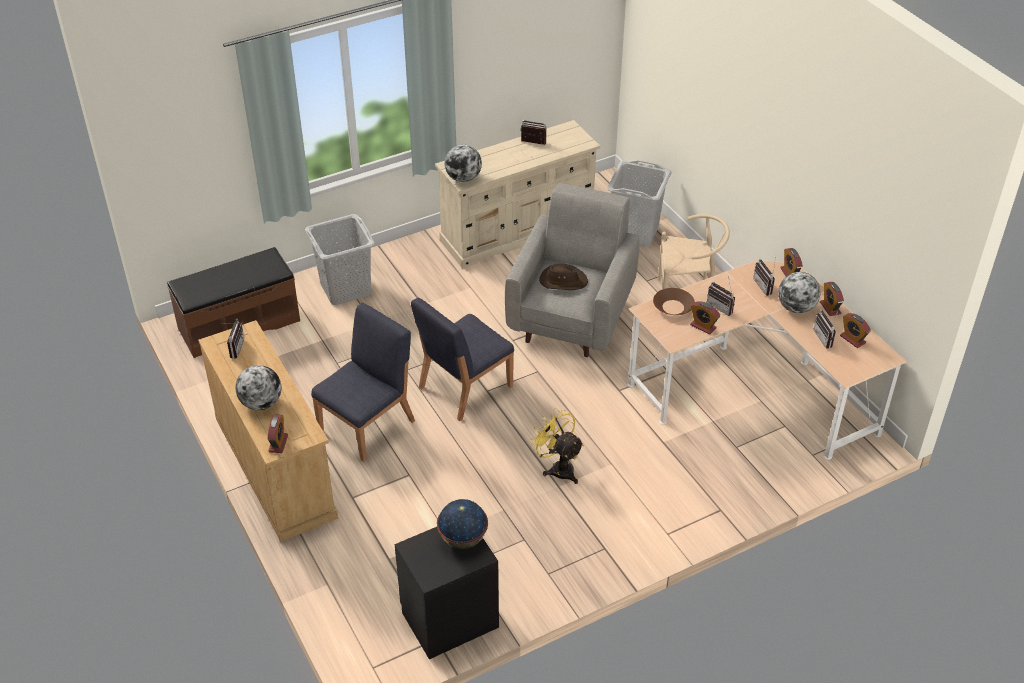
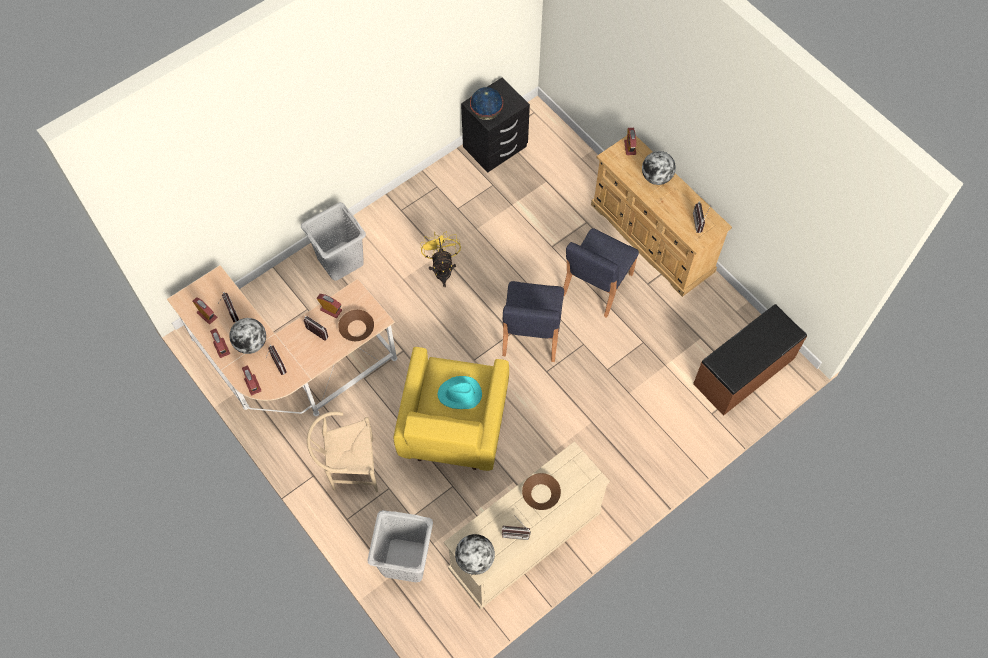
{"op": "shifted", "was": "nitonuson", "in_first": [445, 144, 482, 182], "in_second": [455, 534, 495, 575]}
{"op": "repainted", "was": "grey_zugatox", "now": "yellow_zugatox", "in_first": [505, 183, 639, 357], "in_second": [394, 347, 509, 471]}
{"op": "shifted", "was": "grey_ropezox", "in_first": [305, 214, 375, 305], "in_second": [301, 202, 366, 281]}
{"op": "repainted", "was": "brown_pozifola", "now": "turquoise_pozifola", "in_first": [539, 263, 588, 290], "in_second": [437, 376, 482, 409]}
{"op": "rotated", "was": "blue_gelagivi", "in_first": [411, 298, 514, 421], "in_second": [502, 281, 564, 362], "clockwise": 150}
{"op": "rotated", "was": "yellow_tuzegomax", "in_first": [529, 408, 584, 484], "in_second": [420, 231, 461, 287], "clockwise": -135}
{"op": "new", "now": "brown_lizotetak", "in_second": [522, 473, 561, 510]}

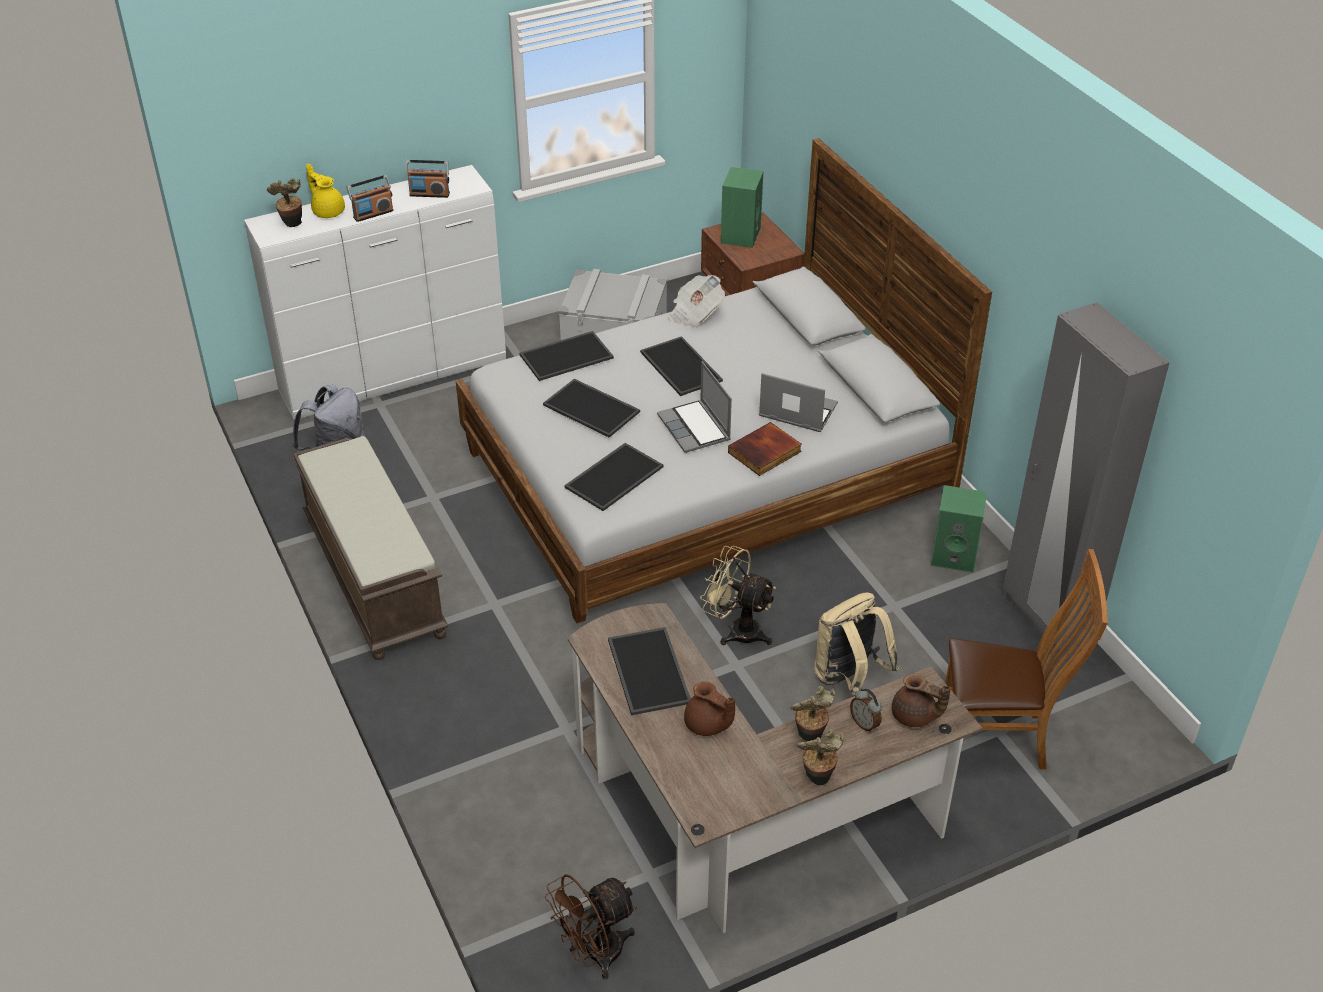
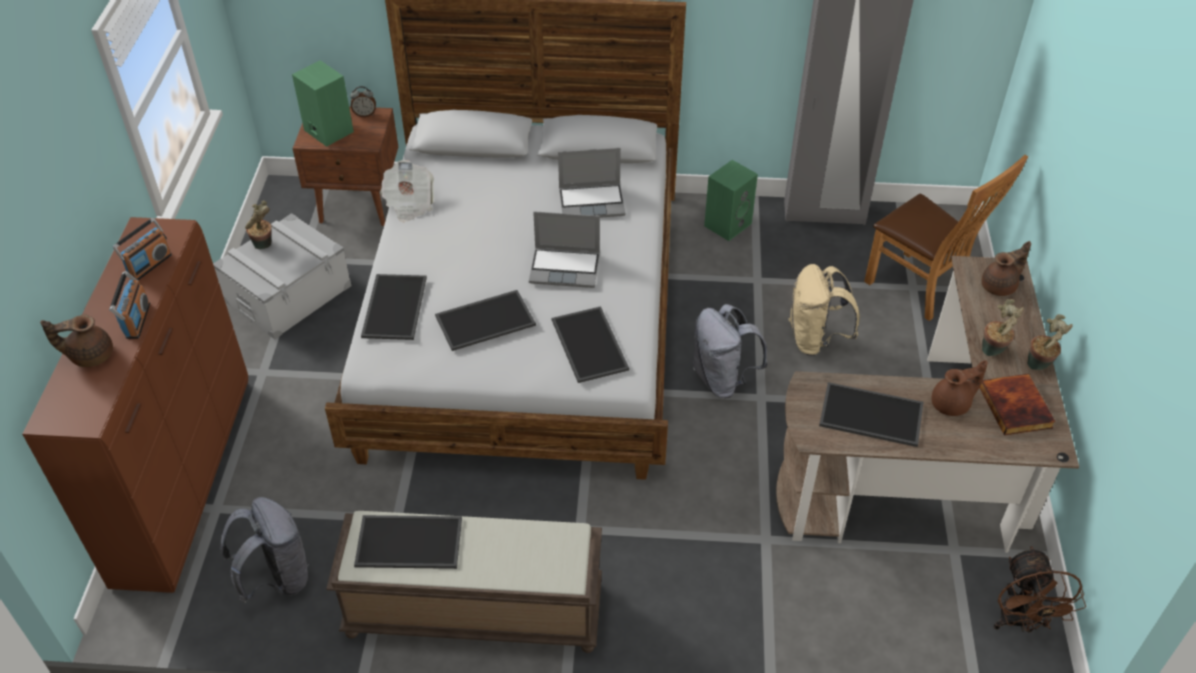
{"op": "repainted", "was": "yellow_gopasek", "now": "brown_gopasek", "in_first": [306, 164, 345, 218], "in_second": [40, 315, 113, 367]}
{"op": "repainted", "was": "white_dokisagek", "now": "brown_dokisagek", "in_first": [244, 165, 506, 420], "in_second": [22, 217, 248, 593]}
{"op": "shifted", "was": "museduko", "in_first": [267, 178, 302, 227], "in_second": [245, 201, 272, 249]}
{"op": "shifted", "was": "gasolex", "in_first": [640, 336, 723, 396], "in_second": [354, 515, 462, 569]}
{"op": "rotated", "was": "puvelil", "in_first": [759, 373, 838, 432], "in_second": [558, 148, 625, 218], "clockwise": -150}
{"op": "shifted", "was": "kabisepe", "in_first": [728, 422, 802, 476], "in_second": [980, 374, 1056, 435]}
{"op": "swapped", "was": "beige_tuzegomax", "now": "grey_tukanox", "in_first": [700, 546, 776, 645], "in_second": [693, 304, 768, 398]}
{"op": "rotated", "was": "brown_gelagivi", "in_first": [945, 549, 1108, 769], "in_second": [864, 155, 1028, 321], "clockwise": 105}
{"op": "shifted", "was": "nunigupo", "in_first": [850, 688, 882, 732], "in_second": [350, 86, 376, 117]}

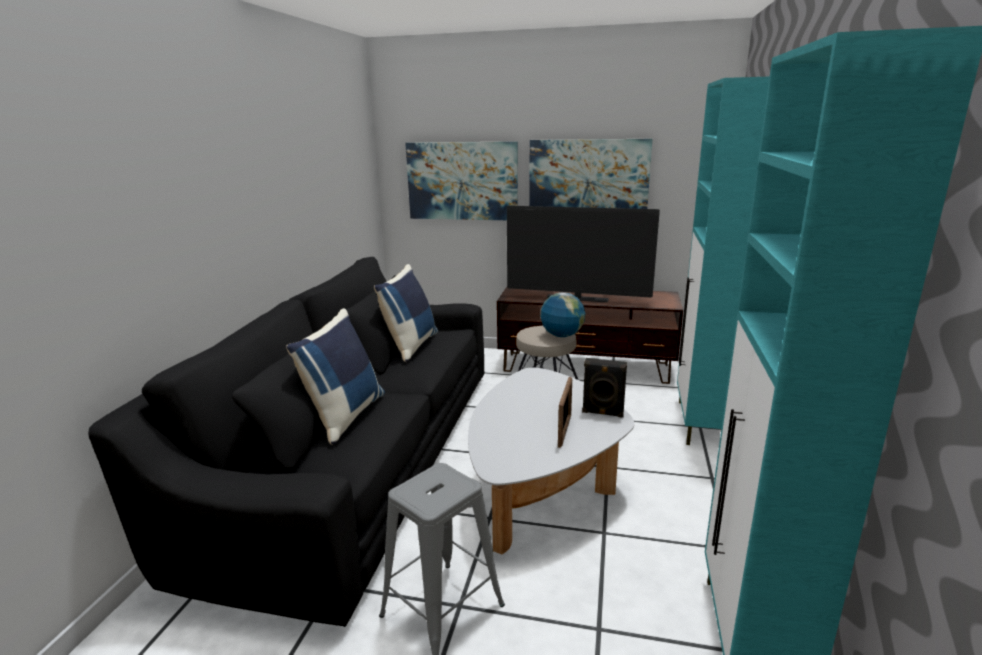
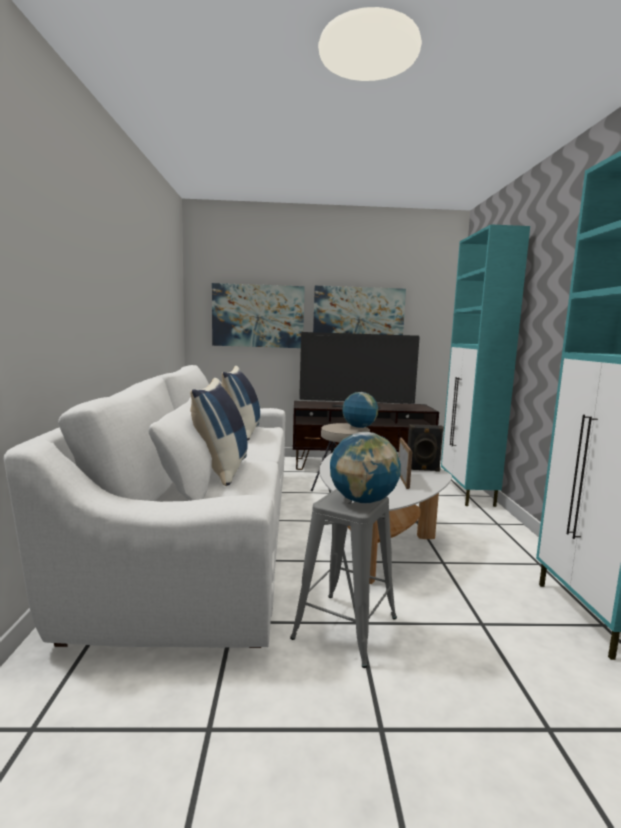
{"op": "repainted", "was": "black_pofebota", "now": "white_pofebota", "in_first": [88, 257, 484, 627], "in_second": [4, 365, 286, 648]}
{"op": "new", "now": "nitonuson", "in_second": [330, 432, 401, 504]}

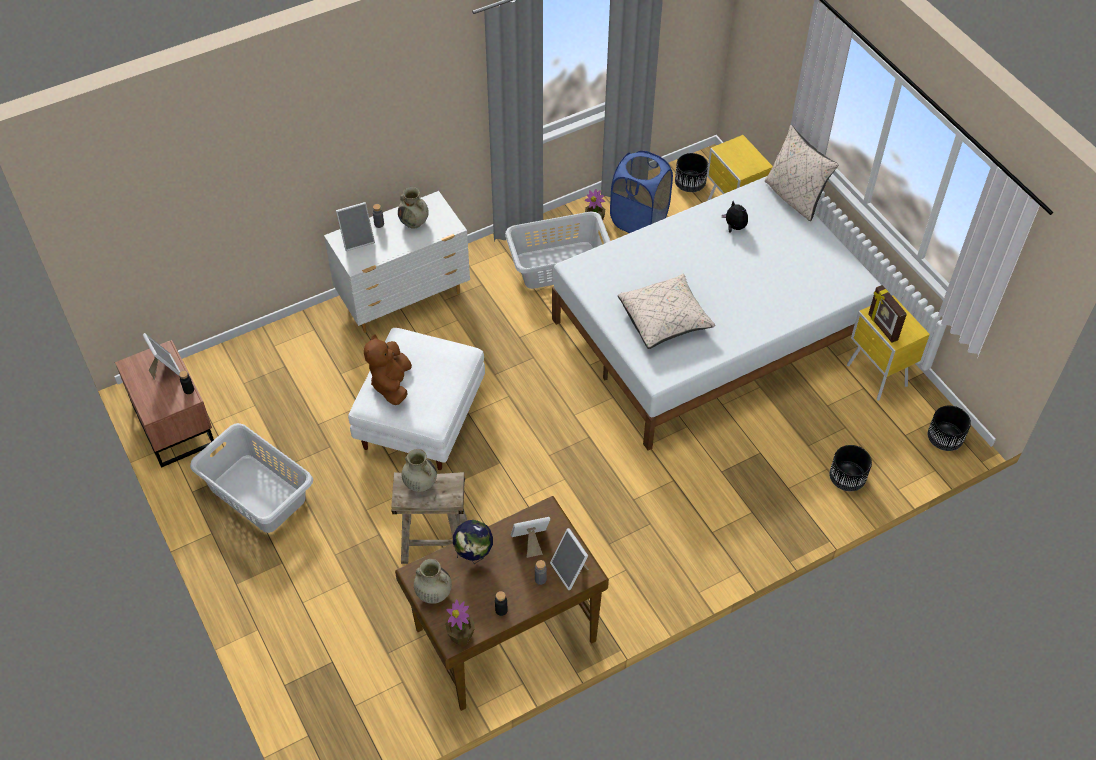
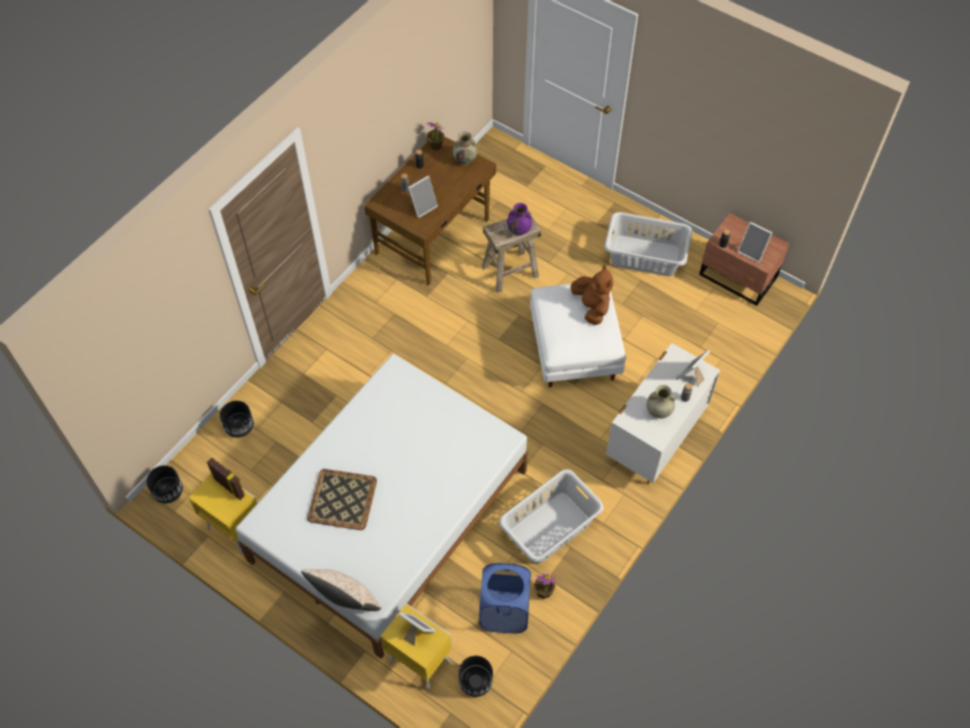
{"op": "gone", "was": "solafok", "in_first": [722, 201, 748, 233]}
{"op": "gone", "was": "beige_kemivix", "in_first": [618, 274, 715, 349]}
{"op": "repainted", "was": "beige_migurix", "now": "purple_migurix", "in_first": [402, 449, 437, 492], "in_second": [507, 203, 532, 236]}
{"op": "gone", "was": "nitonuson", "in_first": [453, 520, 493, 564]}
{"op": "shifted", "was": "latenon", "in_first": [550, 528, 589, 590], "in_second": [399, 612, 436, 646]}
{"op": "new", "now": "gasolex", "in_second": [307, 469, 377, 530]}

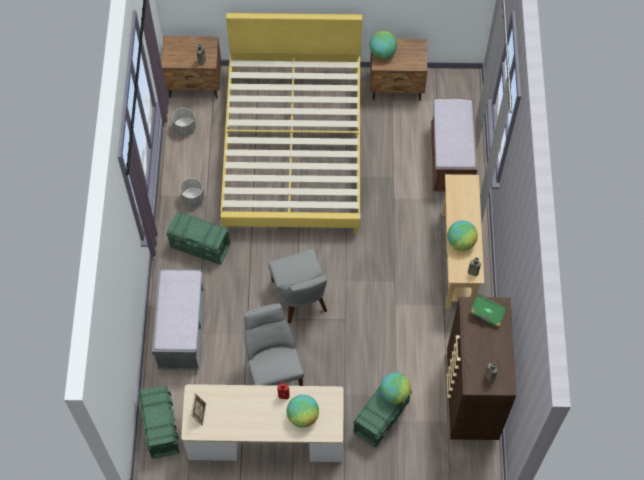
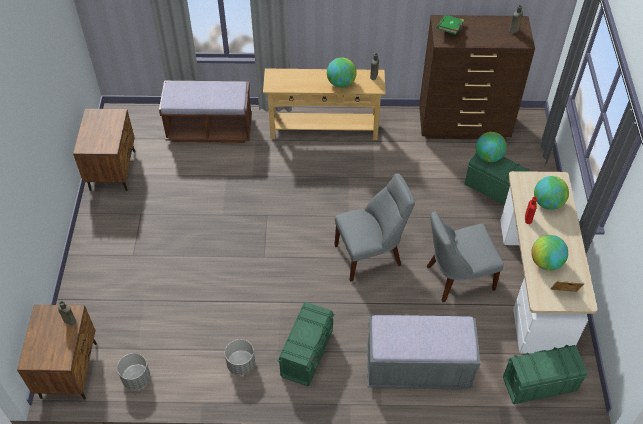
{"op": "gone", "was": "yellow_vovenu", "in_first": [220, 13, 362, 234]}
{"op": "shifted", "was": "nitonuson", "in_first": [370, 31, 397, 59], "in_second": [531, 235, 568, 270]}

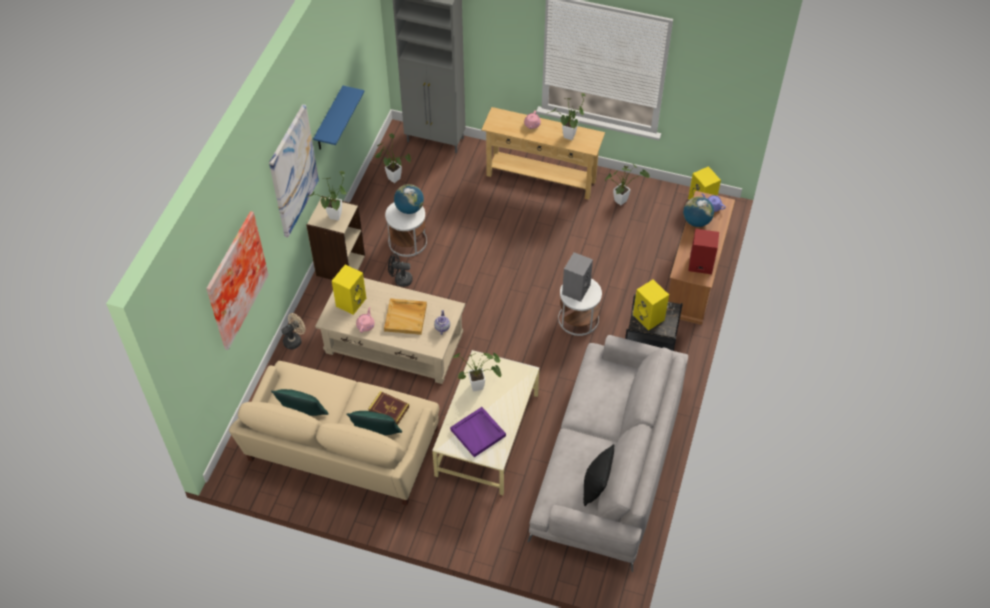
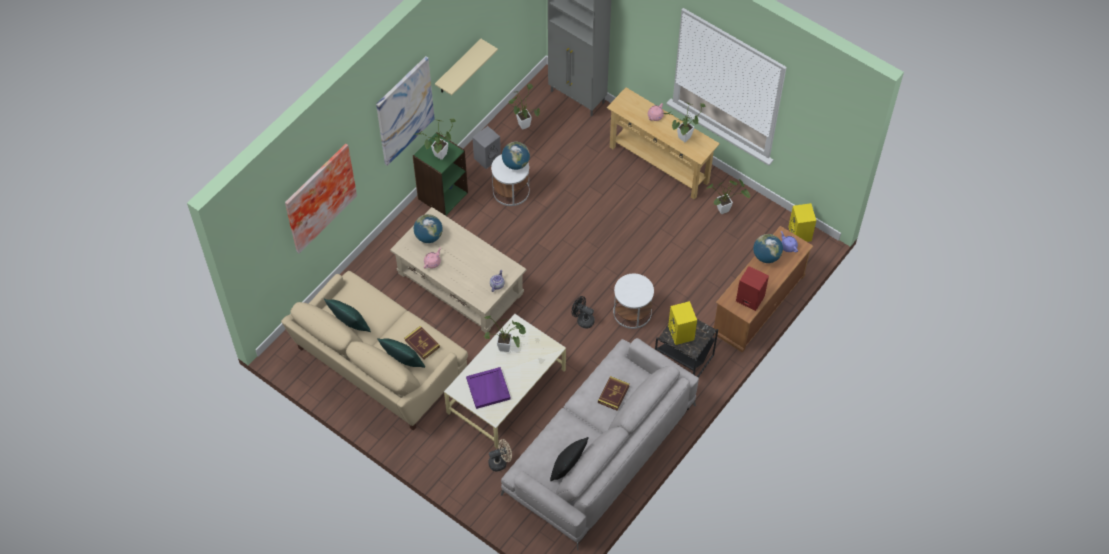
{"op": "repainted", "was": "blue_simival", "now": "beige_simival", "in_first": [313, 86, 364, 149], "in_second": [435, 39, 498, 95]}
{"op": "repainted", "was": "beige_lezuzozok", "now": "green_lezuzozok", "in_first": [306, 196, 365, 280], "in_second": [413, 132, 468, 216]}
{"op": "shifted", "was": "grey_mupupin", "in_first": [562, 252, 593, 302], "in_second": [472, 126, 501, 169]}
{"op": "shifted", "was": "black_tuzegomax", "in_first": [388, 253, 413, 287], "in_second": [572, 296, 595, 329]}
{"op": "swapped", "was": "yellow_mupupin", "now": "nitonuson", "in_first": [332, 265, 366, 315], "in_second": [414, 214, 443, 243]}
{"op": "gone", "was": "beige_gasolex", "in_first": [384, 298, 427, 335]}
{"op": "shifted", "was": "beige_tuzegomax", "in_first": [281, 313, 305, 349], "in_second": [488, 439, 512, 471]}
{"op": "new", "now": "kabisepe", "in_second": [598, 376, 630, 411]}

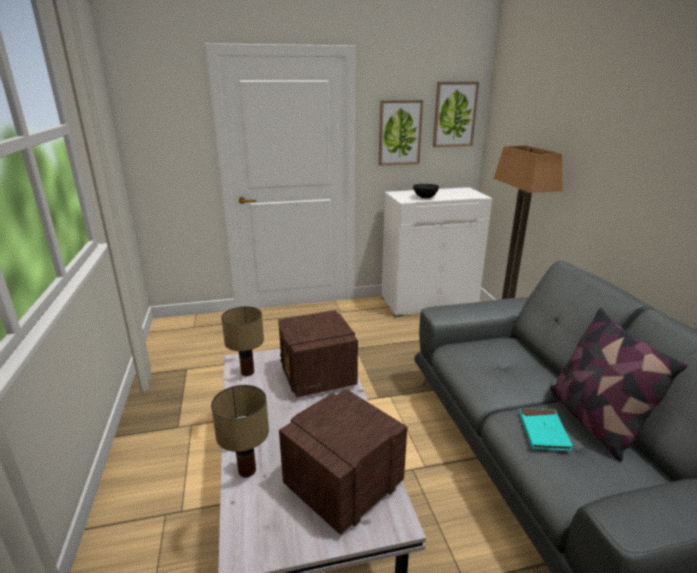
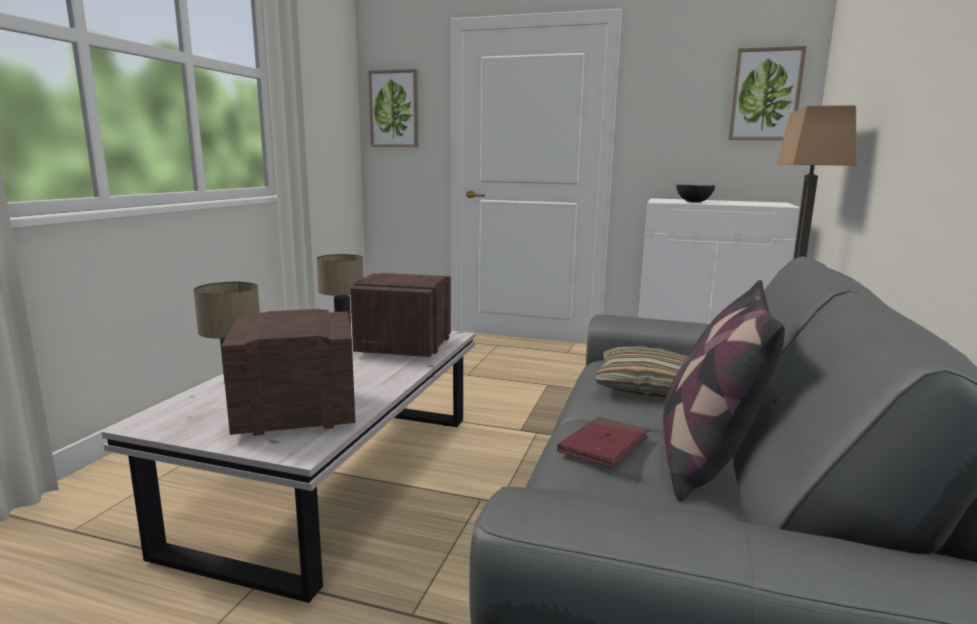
{"op": "shifted", "was": "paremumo", "in_first": [379, 100, 423, 166], "in_second": [368, 69, 419, 147]}
{"op": "repainted", "was": "turquoise_kabisepe", "now": "red_kabisepe", "in_first": [519, 408, 573, 451], "in_second": [557, 416, 649, 468]}
{"op": "new", "now": "kemivix", "in_second": [595, 346, 687, 397]}

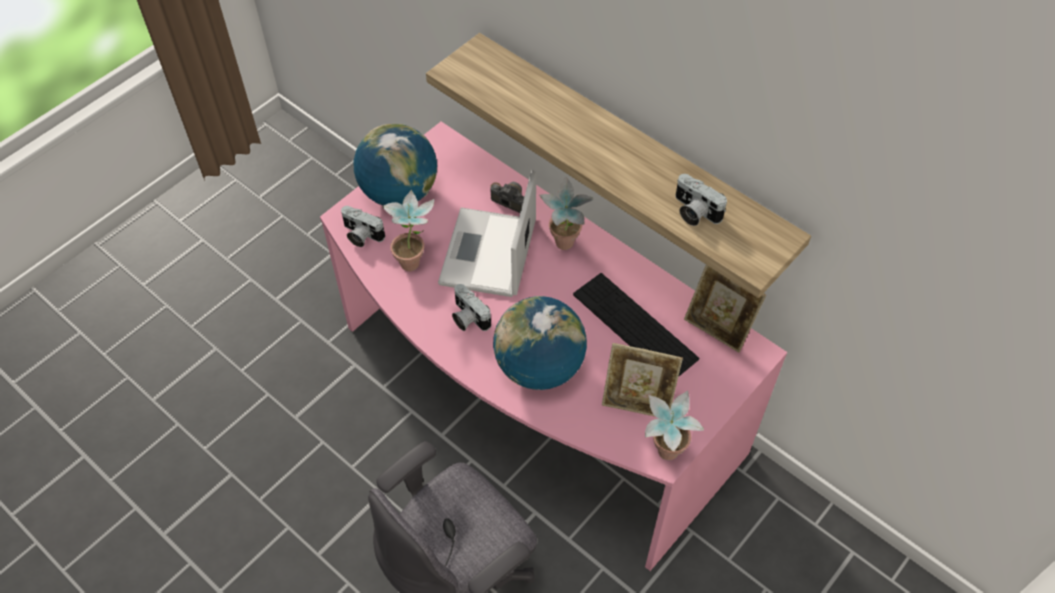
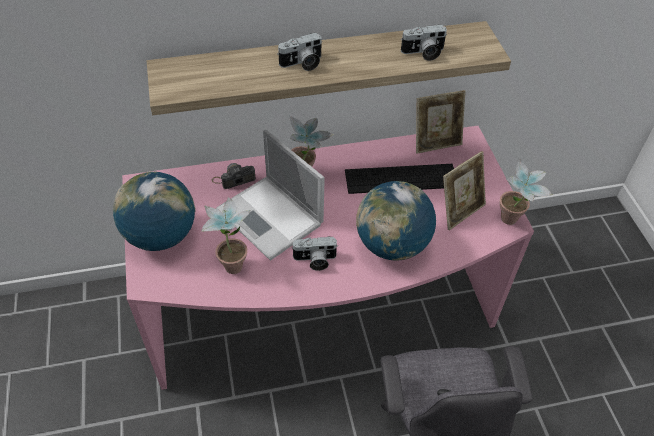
{"op": "shifted", "was": "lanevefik", "in_first": [341, 206, 385, 247], "in_second": [277, 33, 322, 71]}

